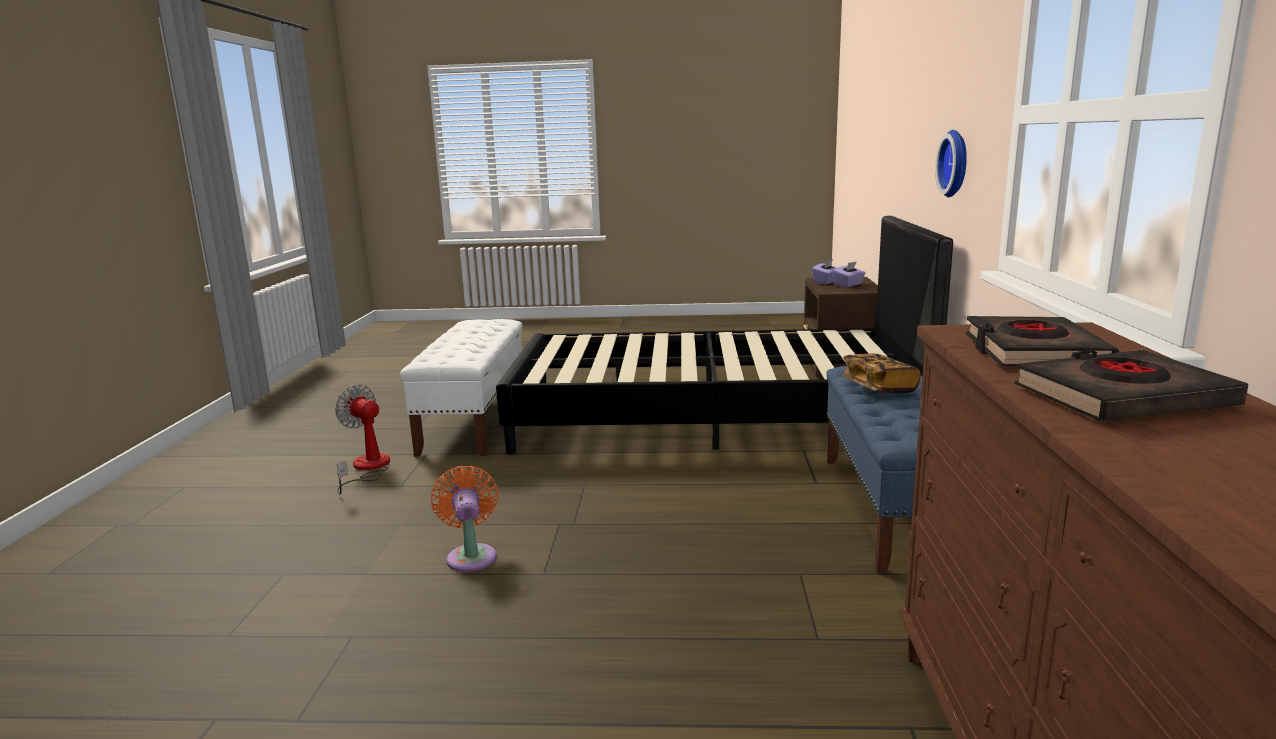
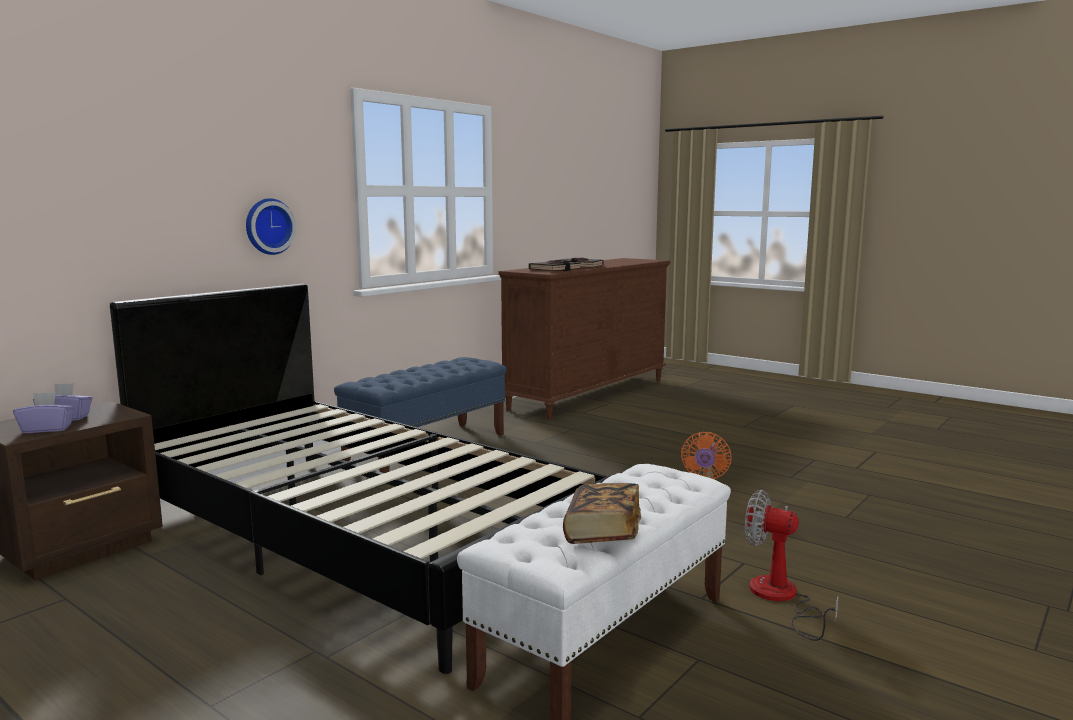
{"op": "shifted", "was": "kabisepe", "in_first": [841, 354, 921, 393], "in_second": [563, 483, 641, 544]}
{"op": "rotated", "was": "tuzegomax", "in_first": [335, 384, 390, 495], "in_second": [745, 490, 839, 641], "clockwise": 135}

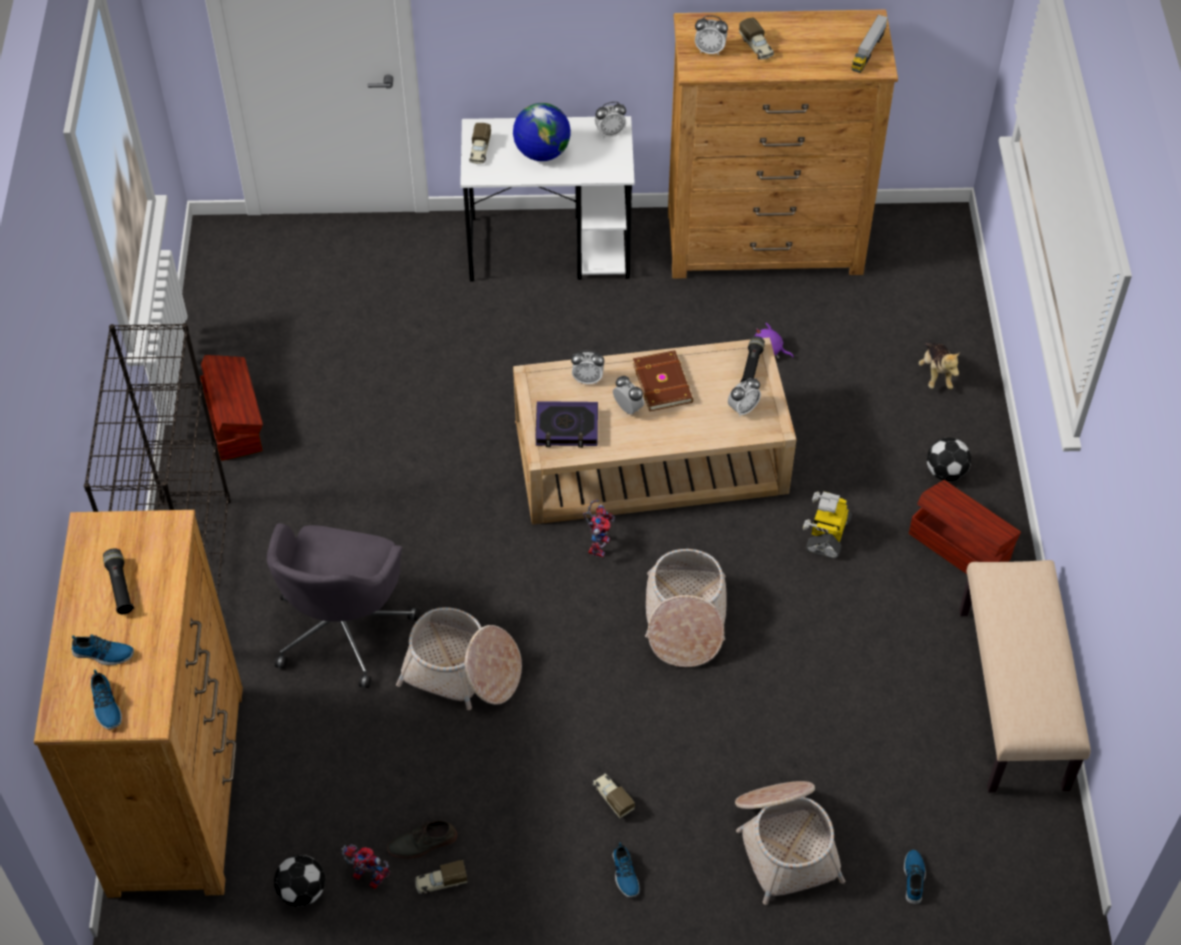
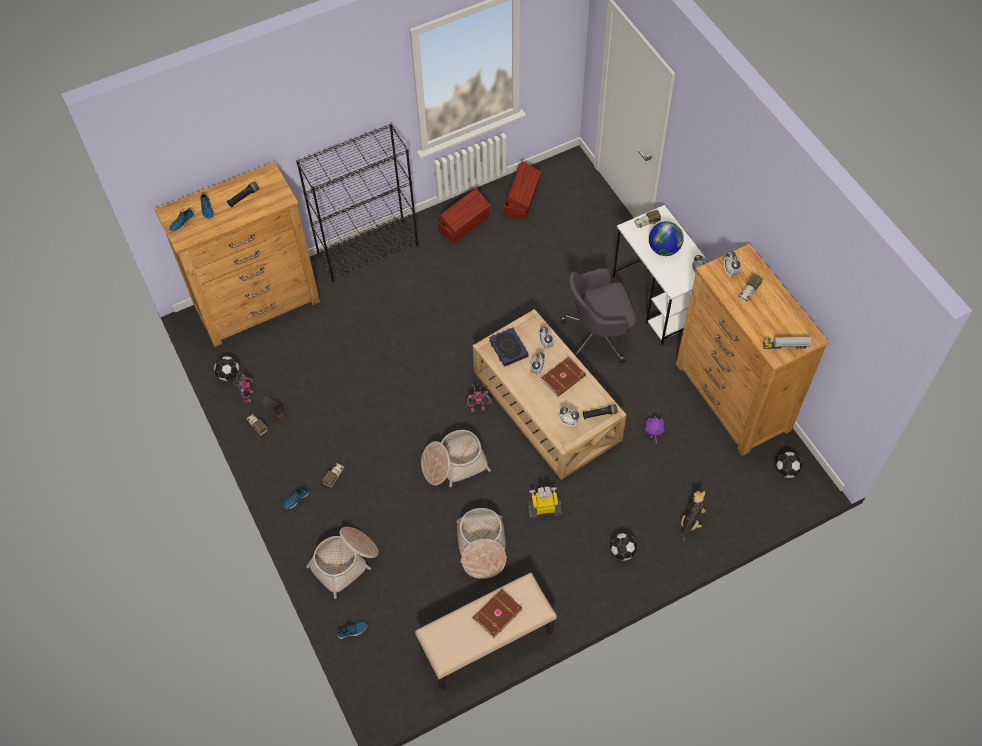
{"op": "rotated", "was": "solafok", "in_first": [919, 343, 960, 389], "in_second": [681, 491, 706, 543], "clockwise": 150}
{"op": "shifted", "was": "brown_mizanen", "in_first": [909, 480, 1021, 574], "in_second": [504, 161, 541, 220]}
{"op": "shifted", "was": "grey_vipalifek", "in_first": [267, 523, 420, 688], "in_second": [560, 268, 636, 363]}
{"op": "shifted", "was": "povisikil", "in_first": [396, 607, 522, 710], "in_second": [456, 508, 507, 579]}
{"op": "new", "now": "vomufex", "in_second": [775, 452, 803, 478]}
{"op": "new", "now": "brown_kabisepe", "in_second": [473, 589, 522, 639]}

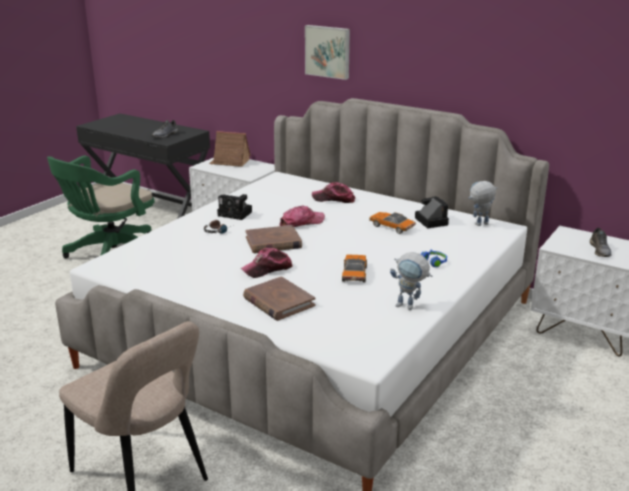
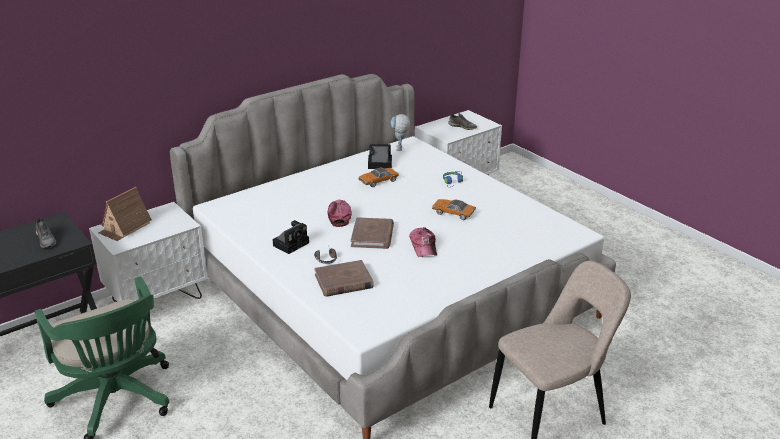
{"op": "gone", "was": "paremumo", "in_first": [305, 25, 350, 80]}
{"op": "gone", "was": "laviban", "in_first": [312, 182, 355, 203]}
{"op": "gone", "was": "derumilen", "in_first": [390, 252, 432, 310]}
{"op": "shifted", "was": "brown_kabisepe", "in_first": [243, 276, 315, 321], "in_second": [314, 260, 374, 297]}

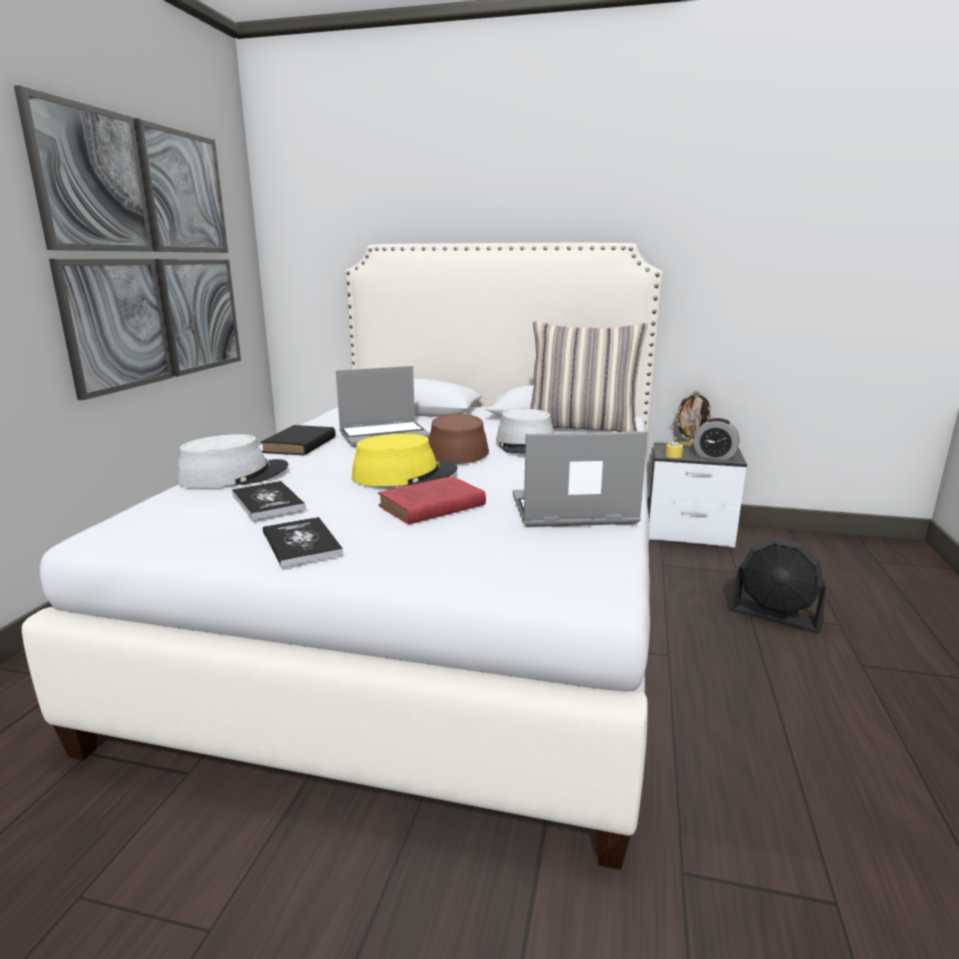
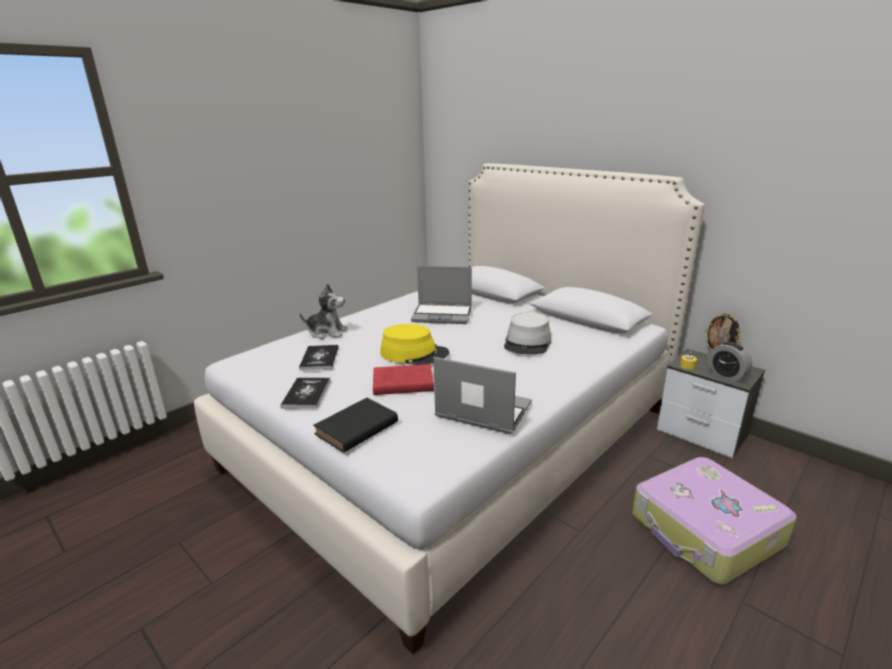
{"op": "gone", "was": "paremumo", "in_first": [14, 85, 241, 400]}
{"op": "gone", "was": "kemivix", "in_first": [530, 321, 648, 432]}
{"op": "gone", "was": "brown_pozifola", "in_first": [429, 414, 489, 464]}
{"op": "shifted", "was": "black_kabisepe", "in_first": [260, 425, 336, 456], "in_second": [313, 398, 398, 453]}
{"op": "swapped", "was": "grey_pozifola", "now": "solafok", "in_first": [177, 434, 288, 488], "in_second": [299, 283, 348, 339]}
{"op": "swapped", "was": "black_tuzegomax", "now": "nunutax", "in_first": [729, 538, 826, 633], "in_second": [632, 457, 797, 585]}

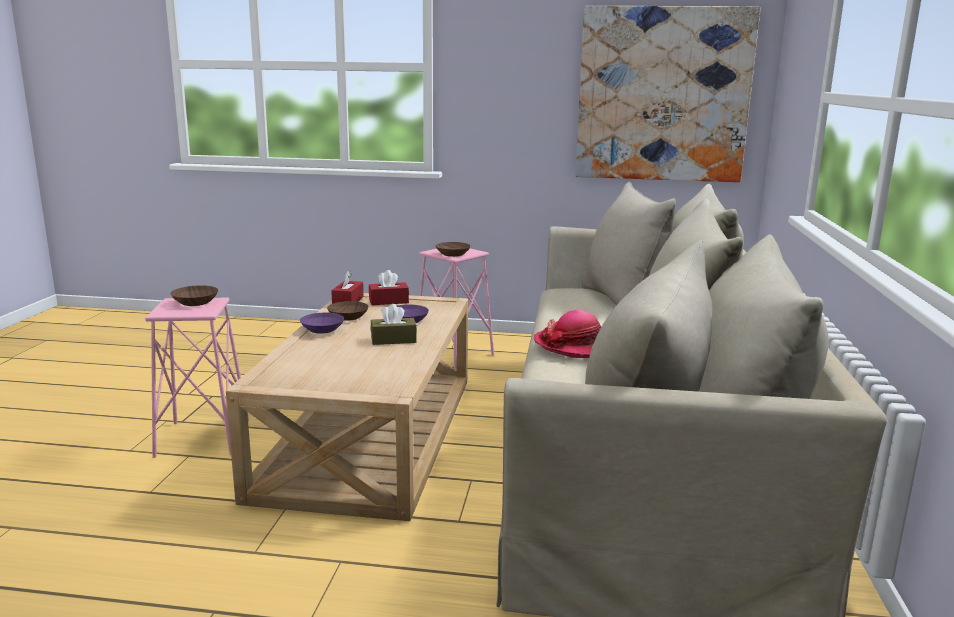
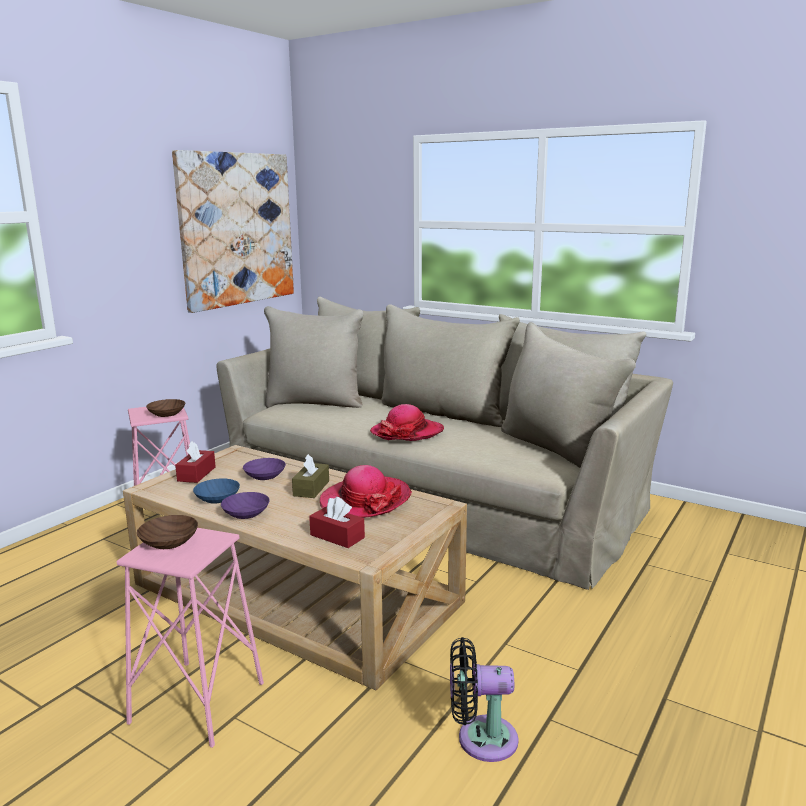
{"op": "shifted", "was": "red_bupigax", "in_first": [331, 270, 363, 304], "in_second": [309, 497, 365, 548]}
{"op": "repainted", "was": "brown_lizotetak", "now": "blue_lizotetak", "in_first": [327, 301, 369, 321], "in_second": [193, 478, 240, 503]}
{"op": "new", "now": "pozifola", "in_second": [320, 465, 412, 518]}
{"op": "new", "now": "black_tuzegomax", "in_second": [450, 637, 519, 762]}

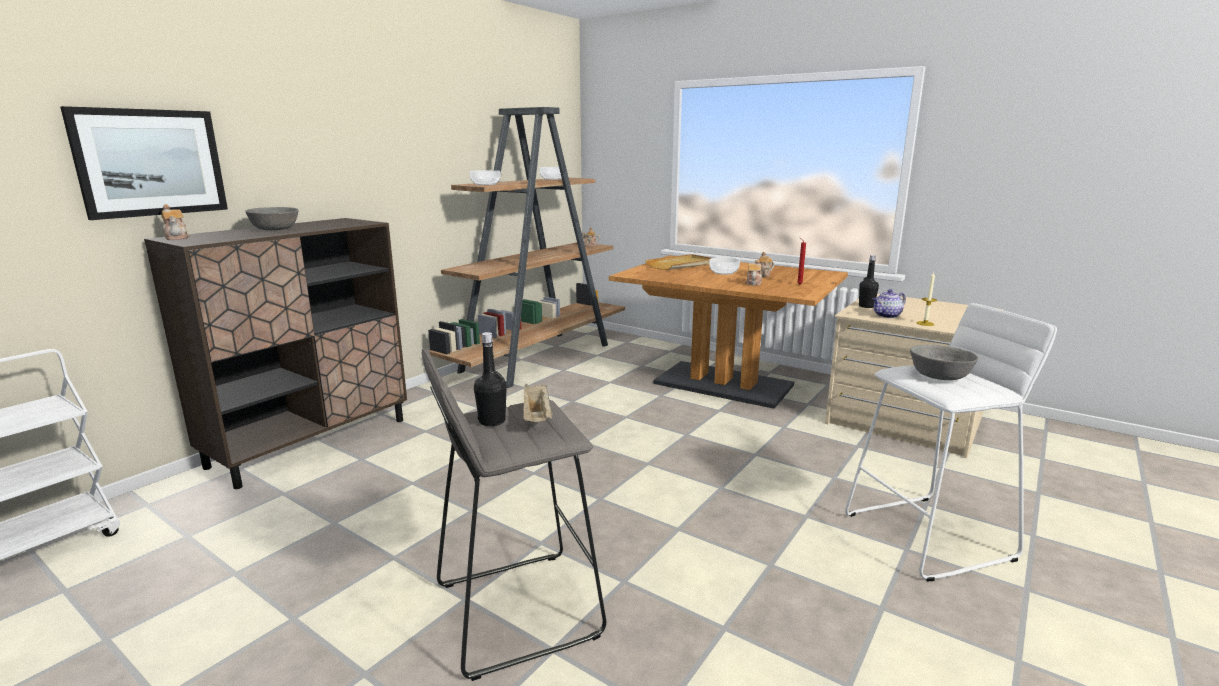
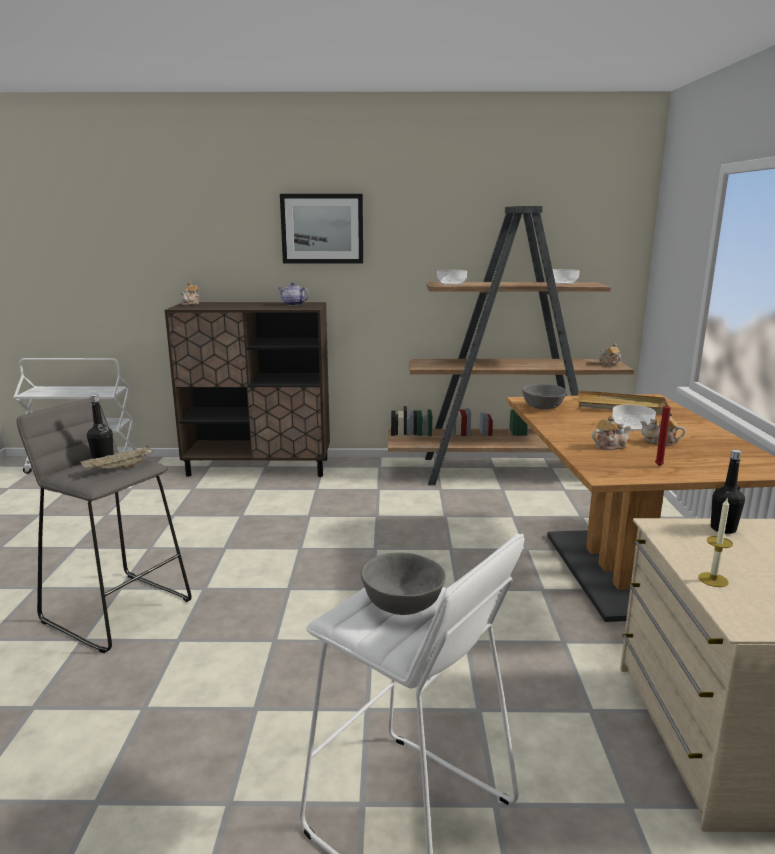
{"op": "shifted", "was": "paremumo", "in_first": [60, 106, 228, 220], "in_second": [280, 194, 363, 263]}
{"op": "shifted", "was": "grey_lizotetak", "in_first": [245, 207, 299, 230], "in_second": [522, 384, 567, 409]}
{"op": "shifted", "was": "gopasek", "in_first": [873, 289, 906, 318], "in_second": [278, 283, 309, 306]}

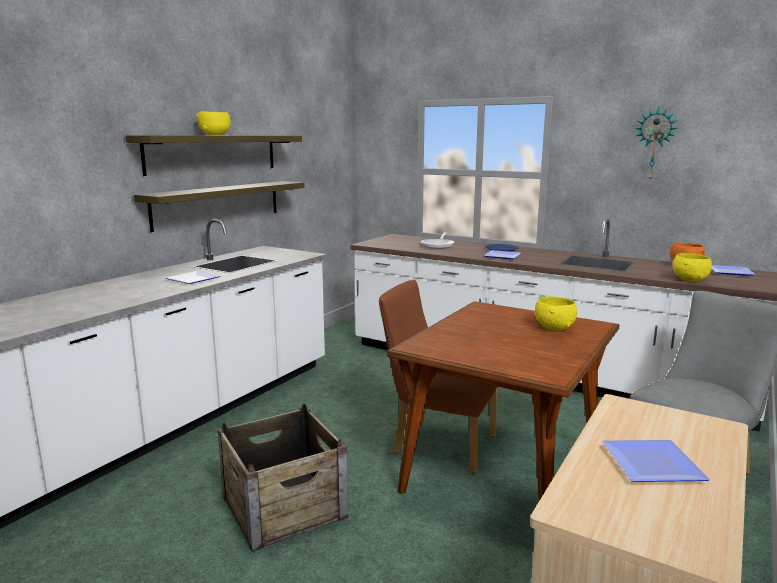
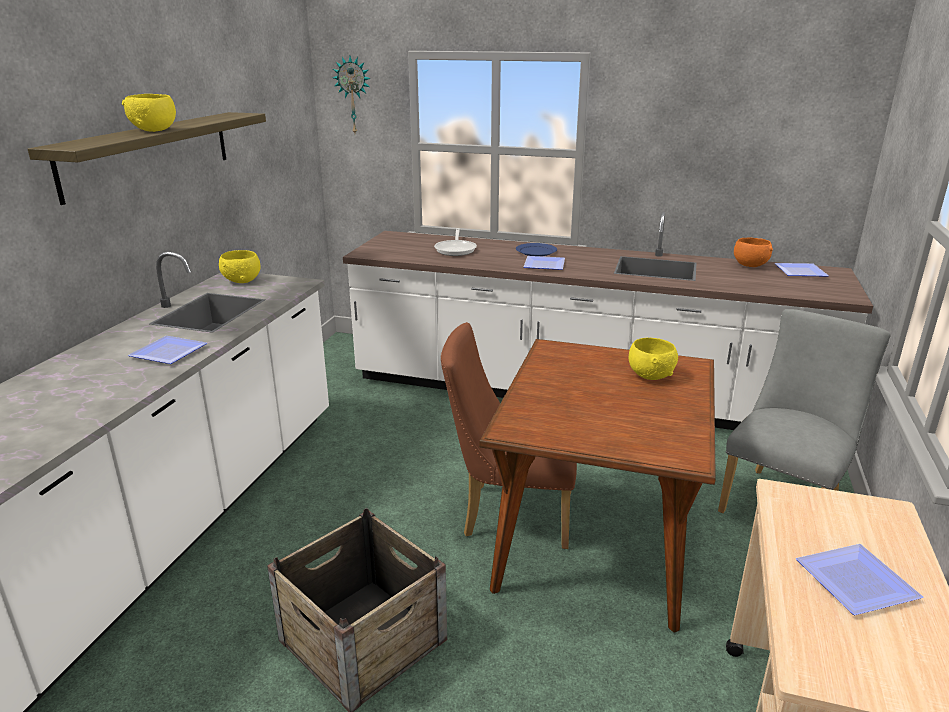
{"op": "shifted", "was": "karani", "in_first": [635, 107, 677, 180], "in_second": [333, 56, 371, 133]}
{"op": "gone", "was": "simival", "in_first": [134, 181, 305, 232]}
{"op": "shifted", "was": "yellow_lizotetak", "in_first": [673, 253, 712, 282], "in_second": [219, 250, 260, 283]}

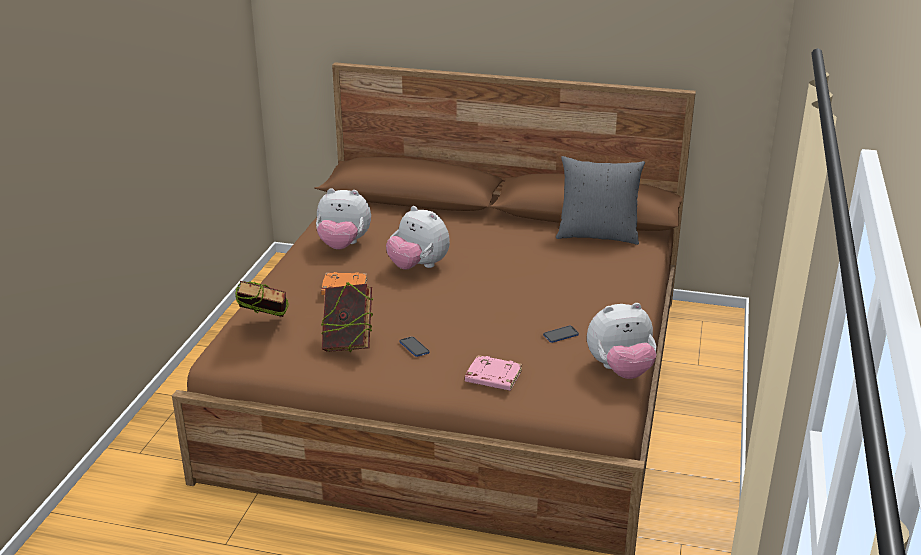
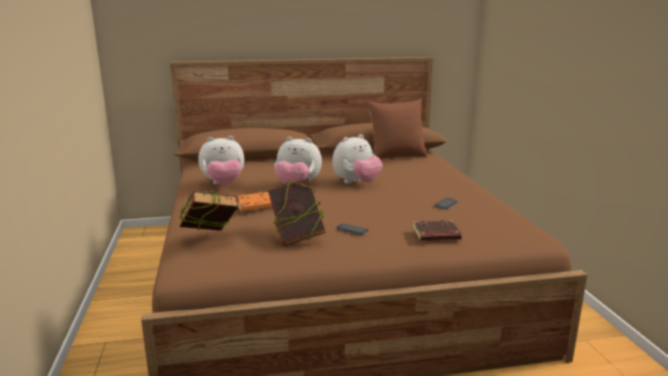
{"op": "repainted", "was": "grey_kemivix", "now": "brown_kemivix", "in_first": [556, 156, 645, 245], "in_second": [367, 99, 428, 159]}
{"op": "shifted", "was": "solafok", "in_first": [587, 303, 657, 379], "in_second": [332, 134, 383, 184]}
{"op": "repainted", "was": "pink_kabisepe", "now": "brown_kabisepe", "in_first": [465, 355, 522, 391], "in_second": [413, 220, 462, 241]}

